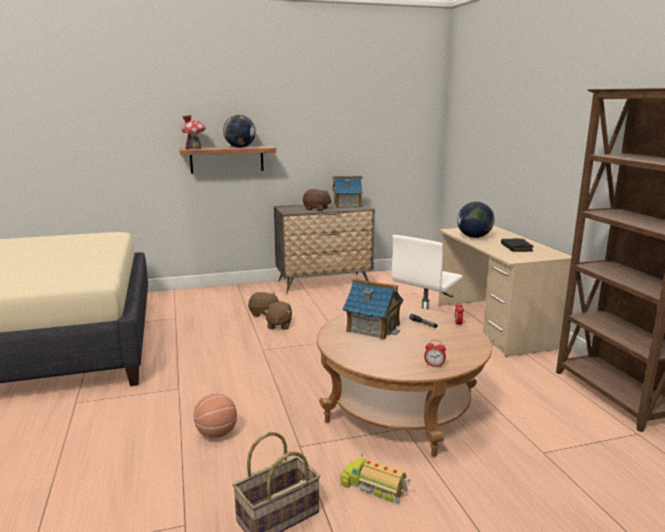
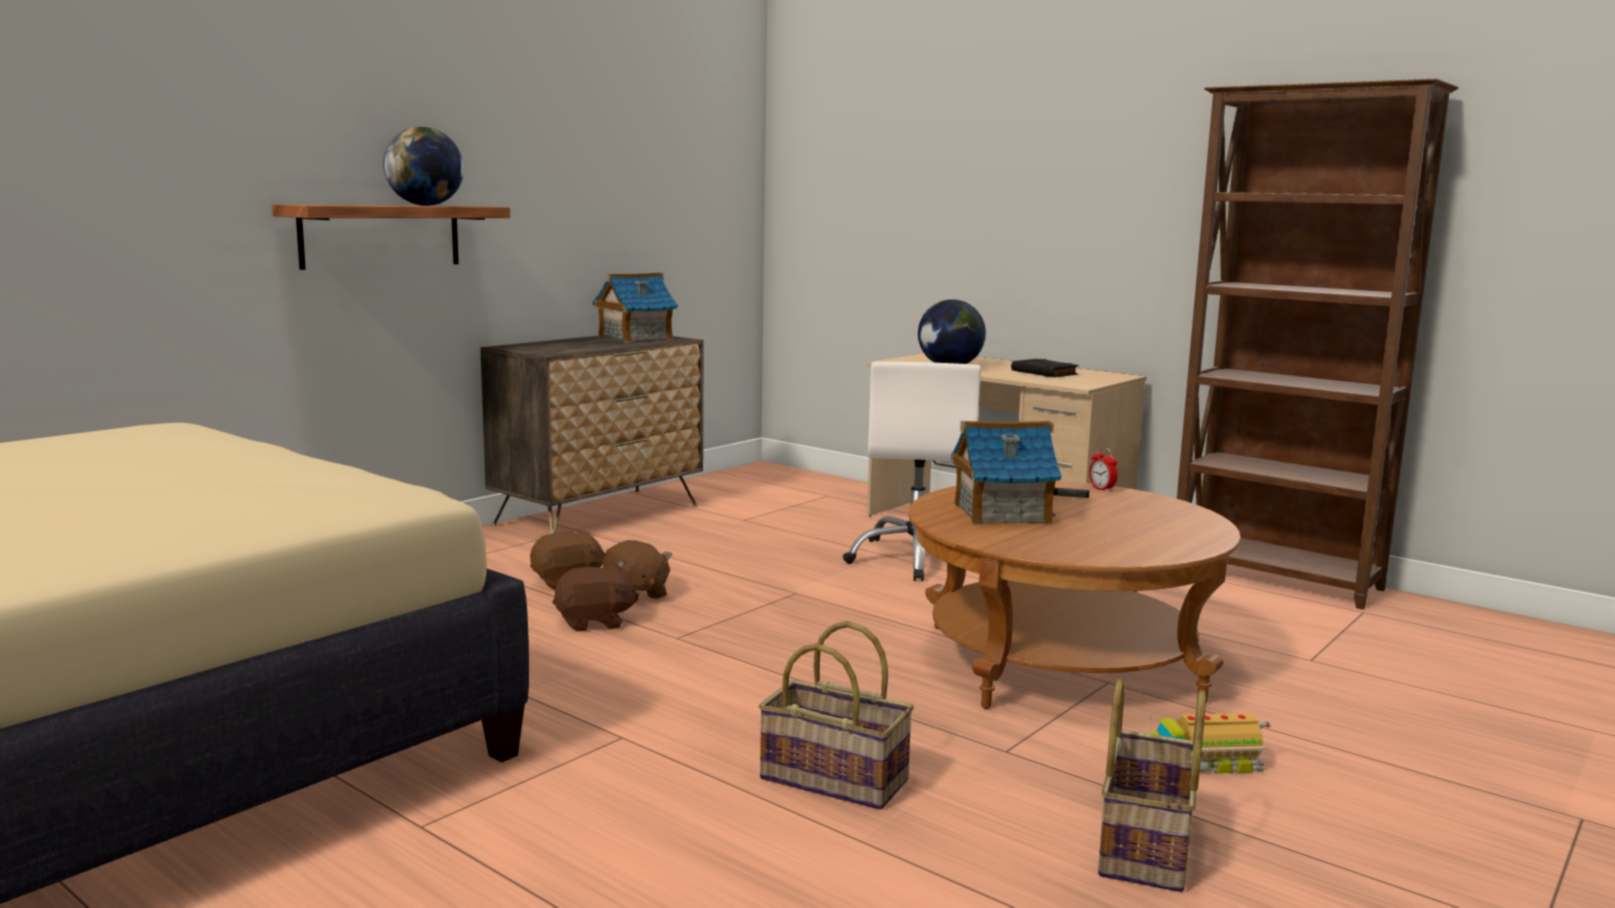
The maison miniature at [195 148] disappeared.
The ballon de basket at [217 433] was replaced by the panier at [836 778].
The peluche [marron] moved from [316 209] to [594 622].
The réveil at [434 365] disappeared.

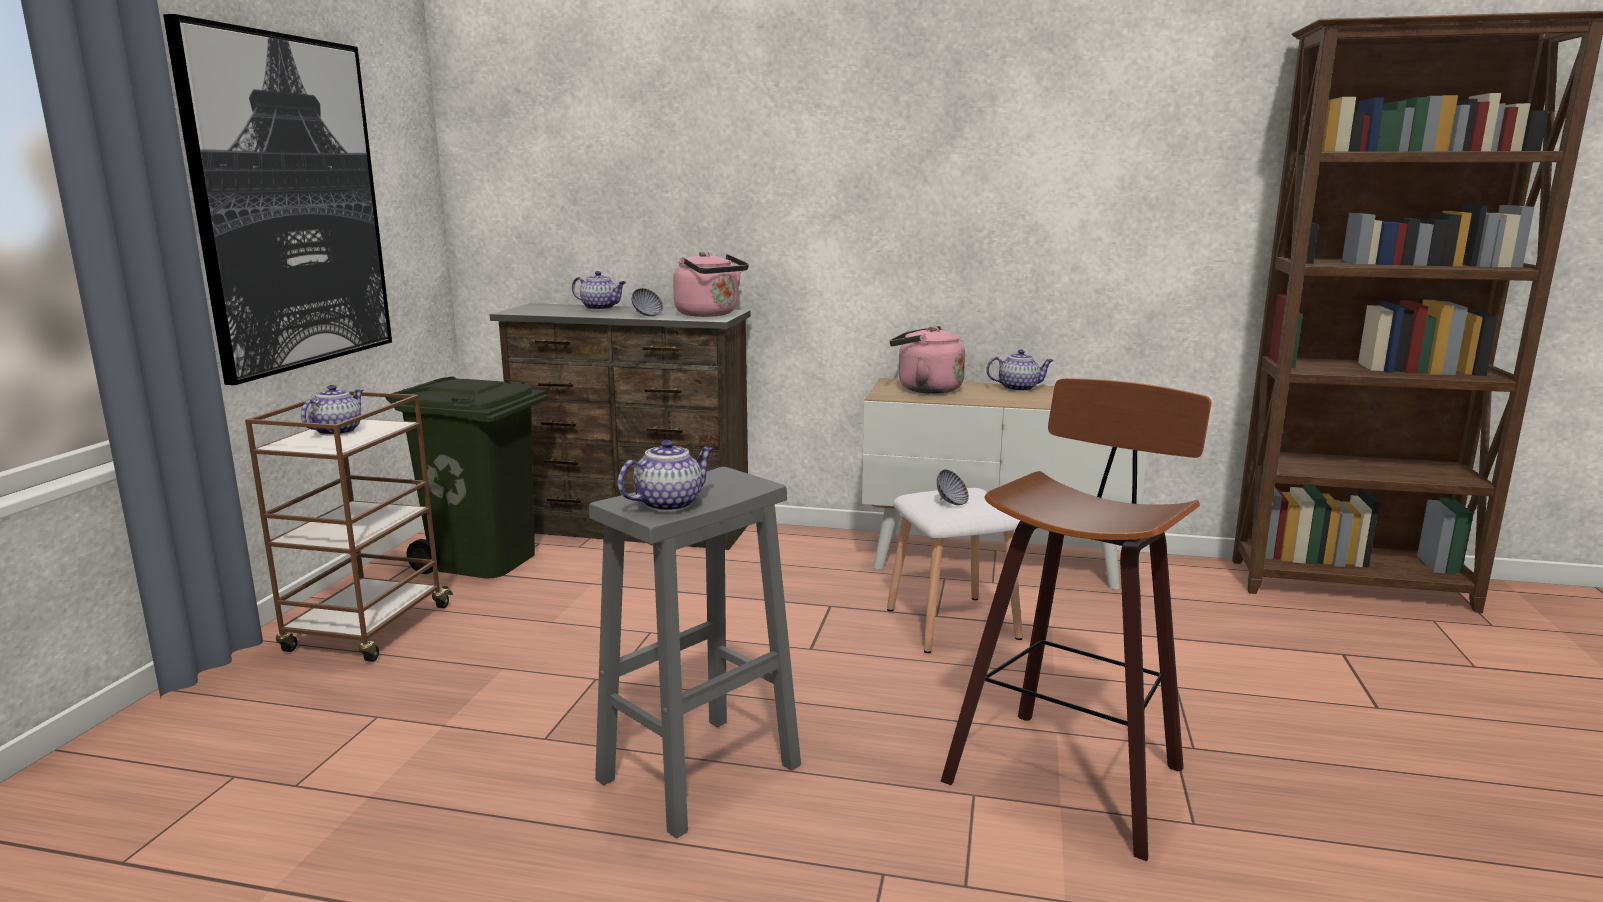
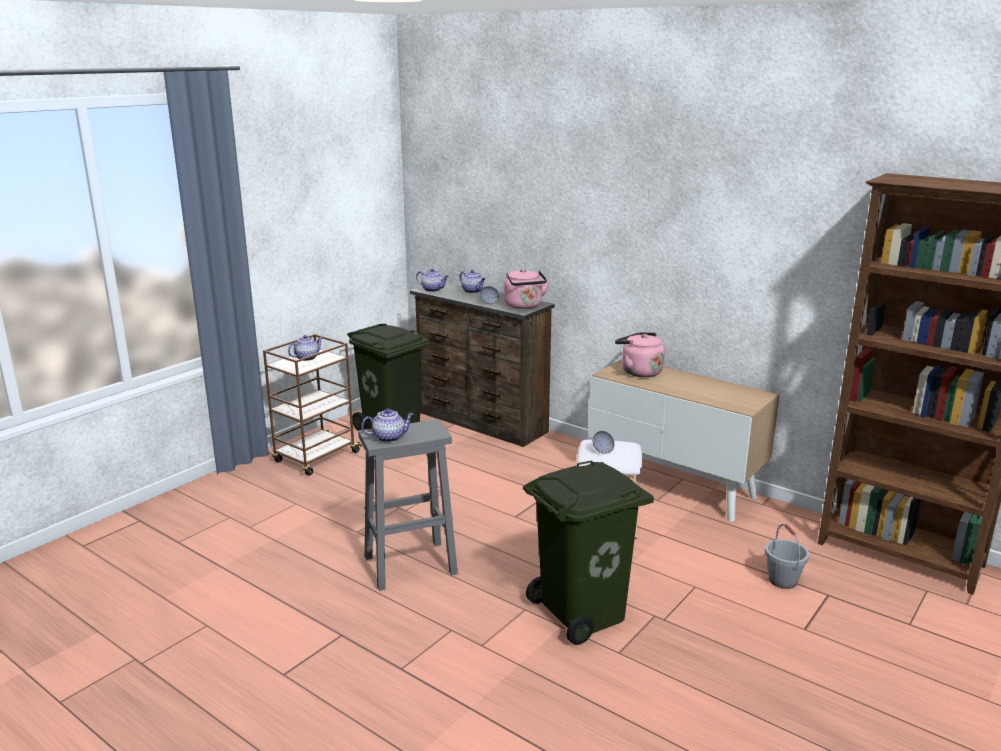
The tableau at [290 204] disappeared.
The tabouret at [1070 773] was replaced by the poubelle [vert] at [583 613].
The théière moved from [1019 388] to [433 290].
The seau [gris] at [783 581] appeared.

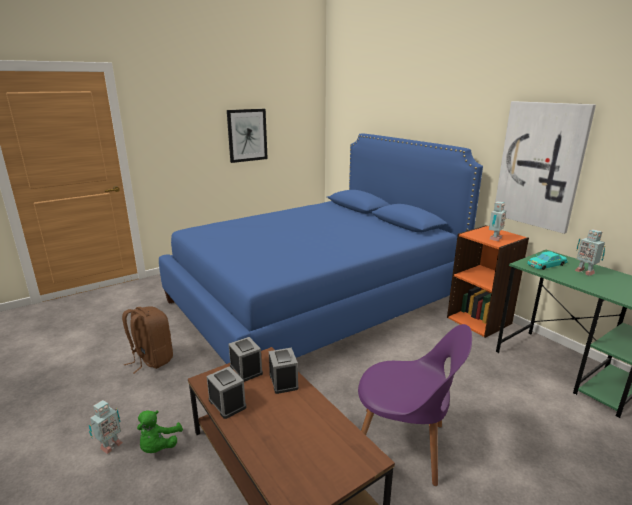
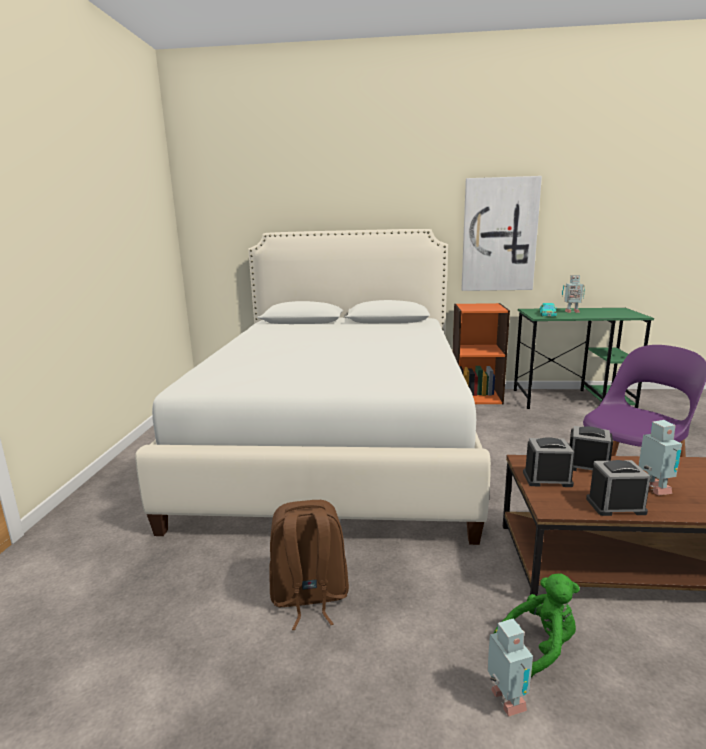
The peluche [vert] at [159 446] turned 60 degrees counterclockwise.
The lit [bleu] at [314 301] became the lit [blanc] at [338 442].
The tableau at [247 135] disappeared.
The robot jouet moved from [494 239] to [654 490].

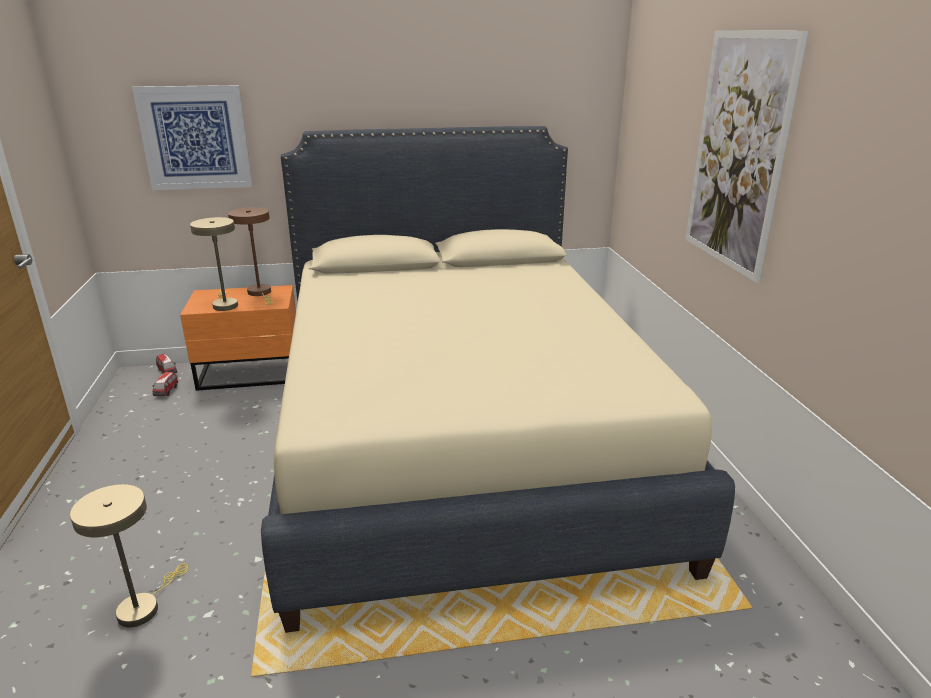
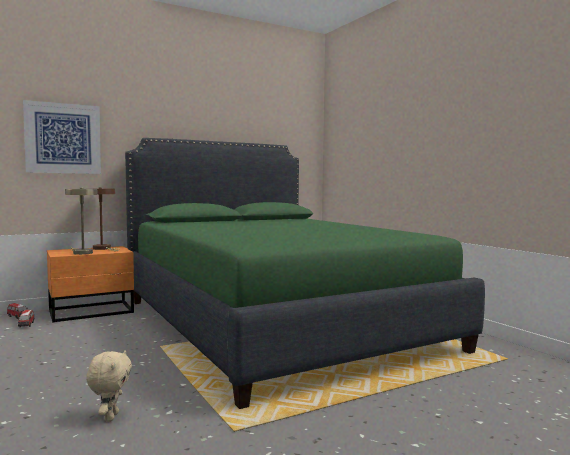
The lampe de table [beige] at [143 606] was replaced by the peluche [beige] at [110 417].
The lit [beige] at [459 440] became the lit [vert] at [275 323].
The tableau at [738 152] disappeared.

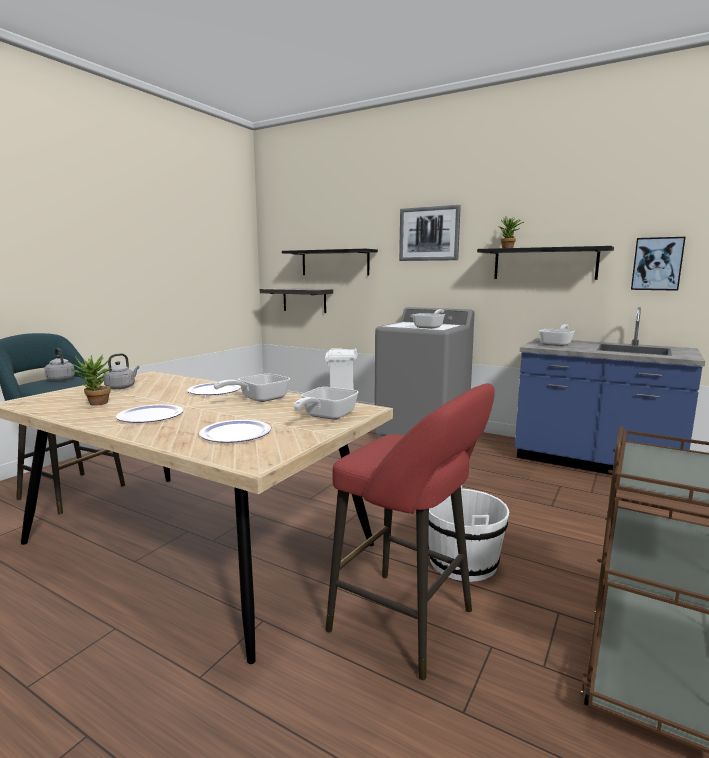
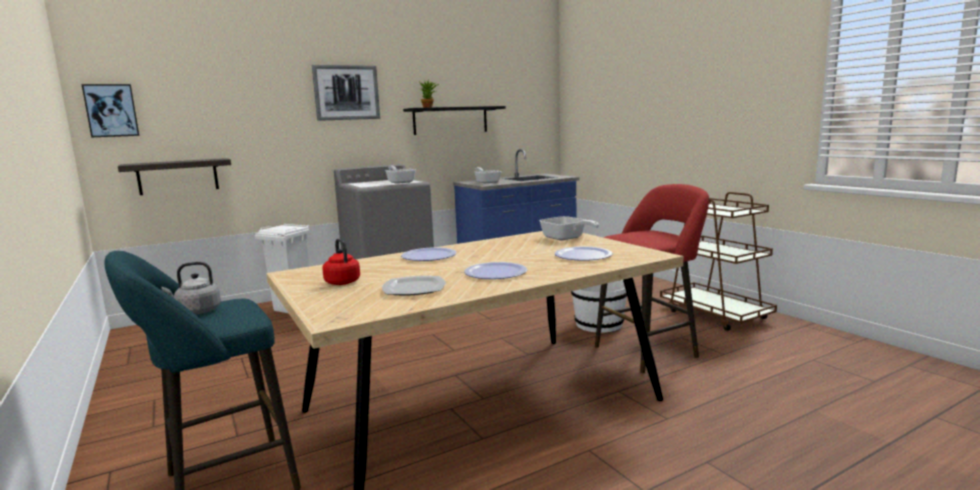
The plante en pot at [96 404] was replaced by the assiette at [413 288].
The bouilloire [gris] at [121 387] became the bouilloire [rouge] at [342 282].
The poêle at [258 399] disappeared.
The étagère [noir] at [335 262] disappeared.
The tableau moved from [657 264] to [111 110].

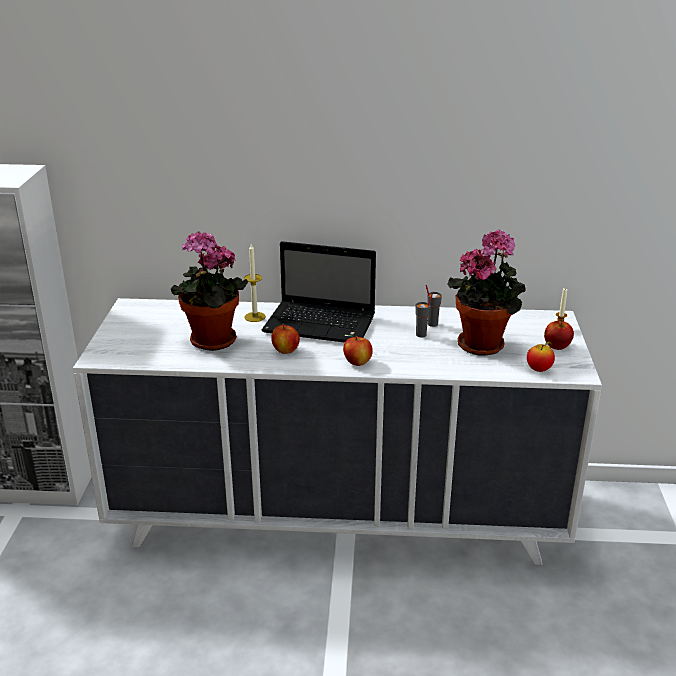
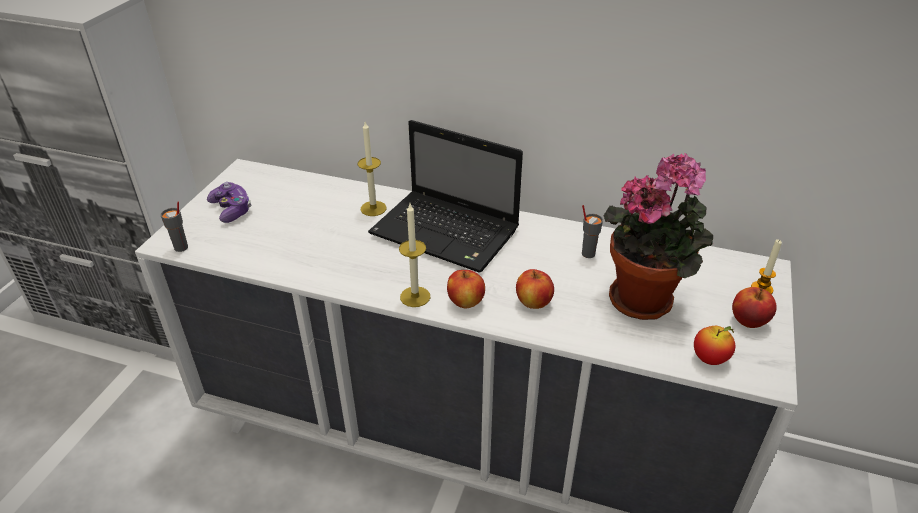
The plante en pot at [211 343] disappeared.
The pomme moved from [286 350] to [533 302].
The tasse [gris] moved from [421 335] to [181 248].
The manette at [231 209] appeared.
The bougie at [415 296] appeared.

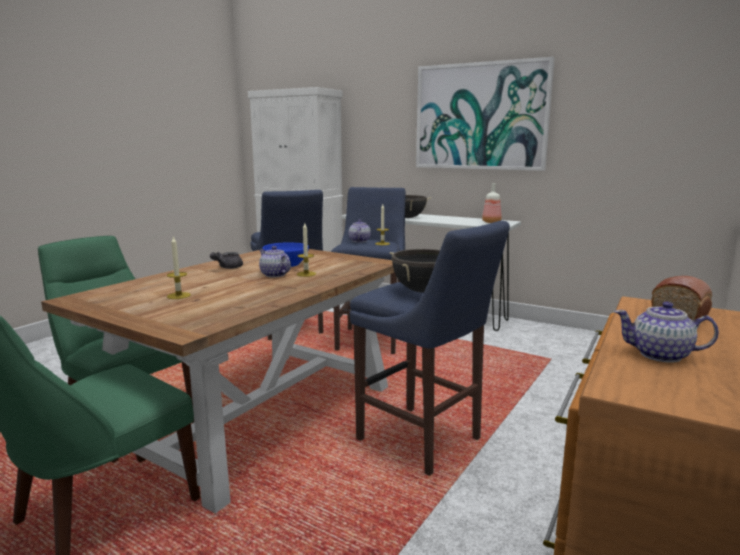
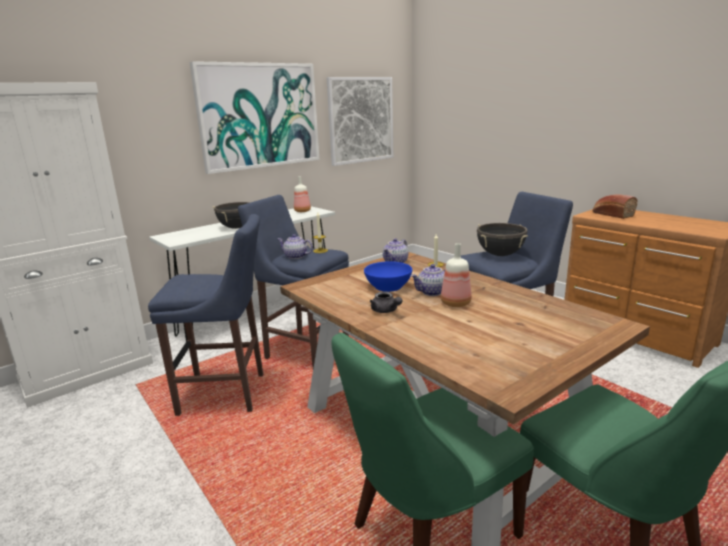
The bougie at [178 295] disappeared.
The théière moved from [661 355] to [396 262].
The tableau at [361 120] appeared.
The bouteille at [455 304] appeared.

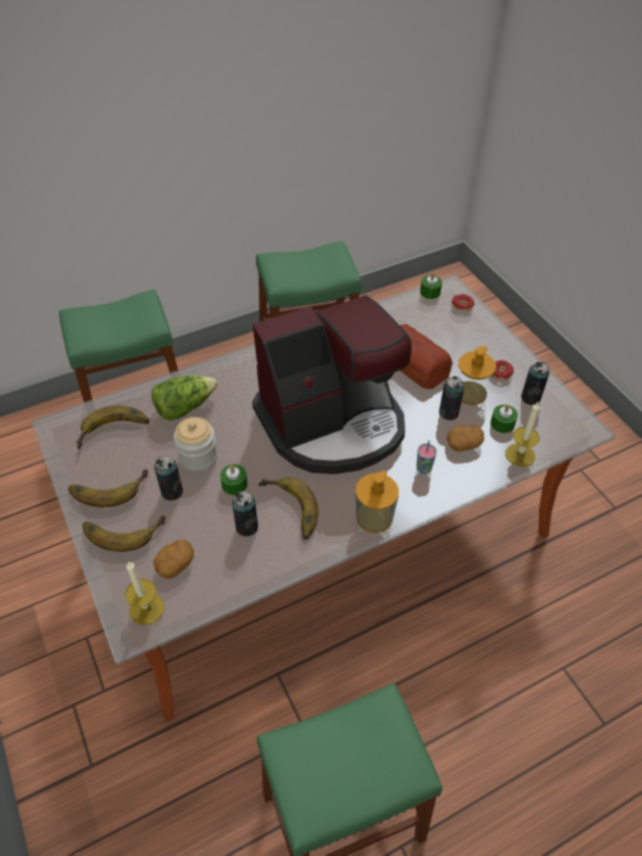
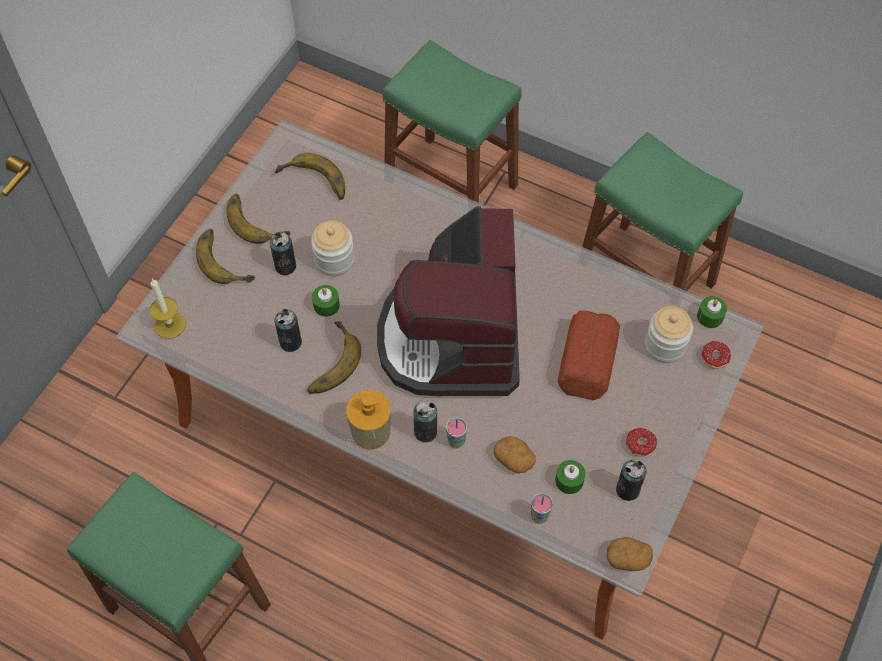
The laitue at [184 407] disappeared.
The pomme de terre moved from [175 564] to [628 558].
The machine à café at [333 424] turned 60 degrees clockwise.
The boîte métallique moved from [448 413] to [425 432].
The distributeur de savon at [470 393] disappeared.
The bougie at [520 455] was replaced by the tasse at [539 516].
The bocal at [665 345] appeared.

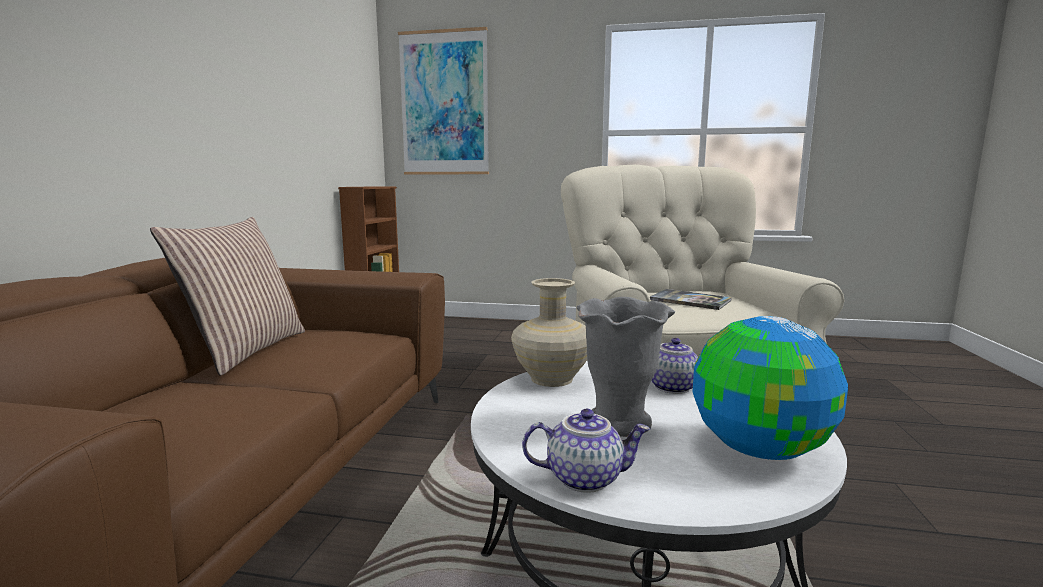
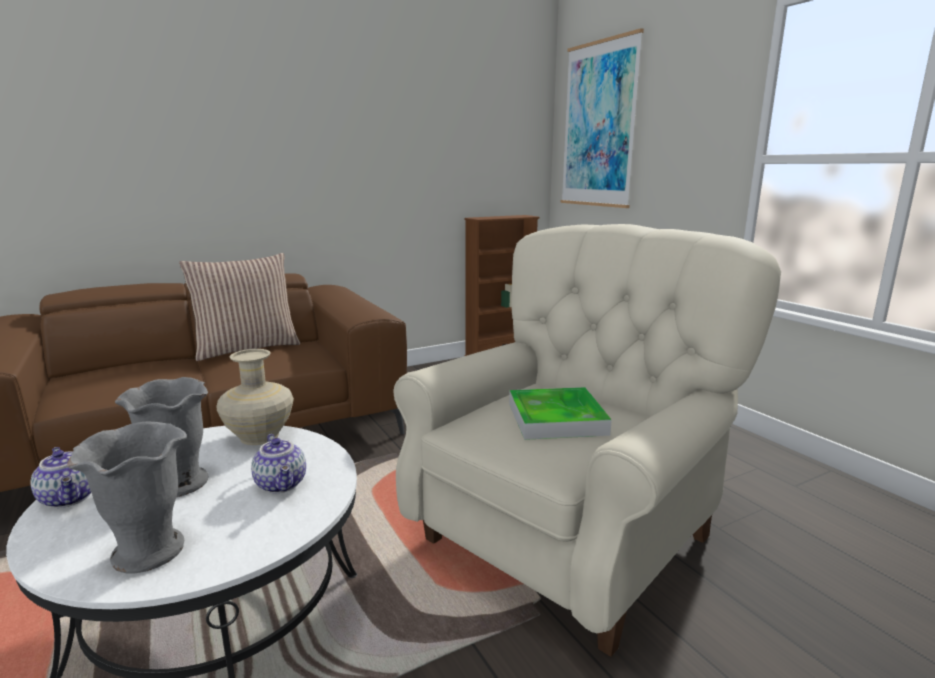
The livre at [690 300] was replaced by the plateau at [556 419].
The globe at [759 450] was replaced by the vase [gris] at [148 552].

